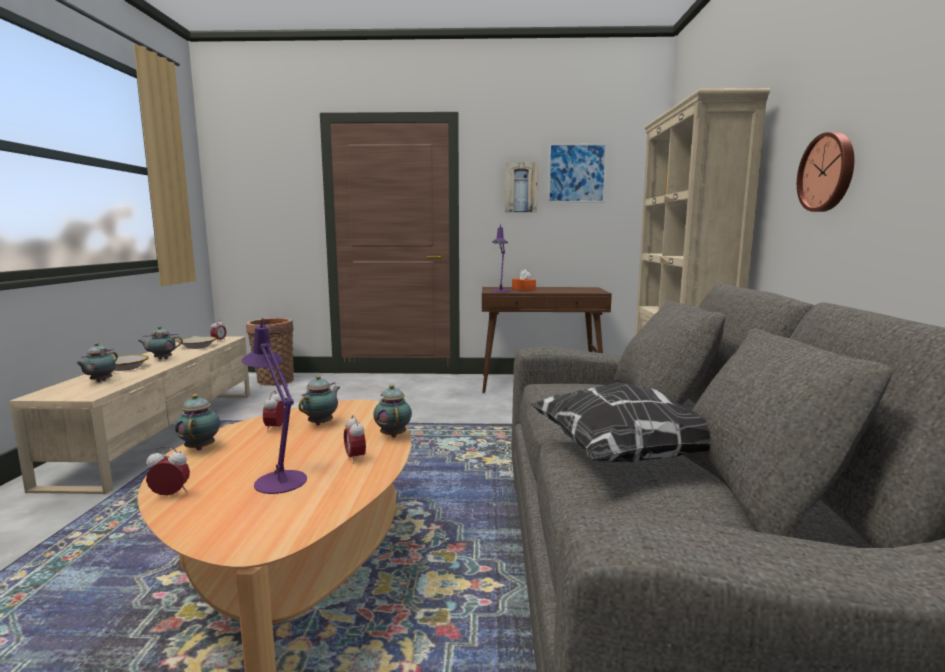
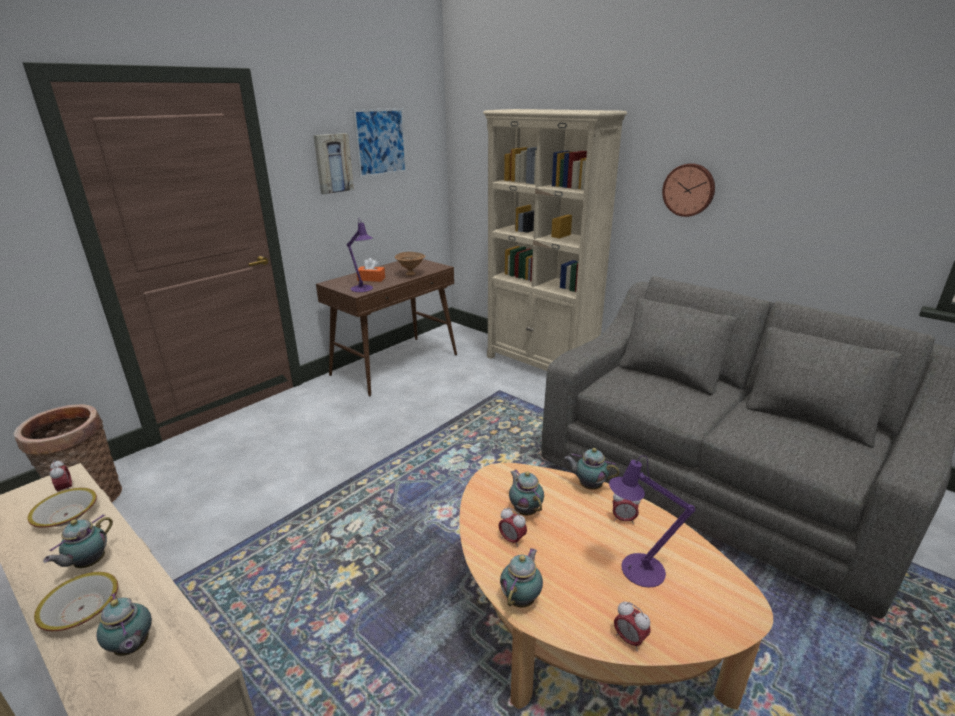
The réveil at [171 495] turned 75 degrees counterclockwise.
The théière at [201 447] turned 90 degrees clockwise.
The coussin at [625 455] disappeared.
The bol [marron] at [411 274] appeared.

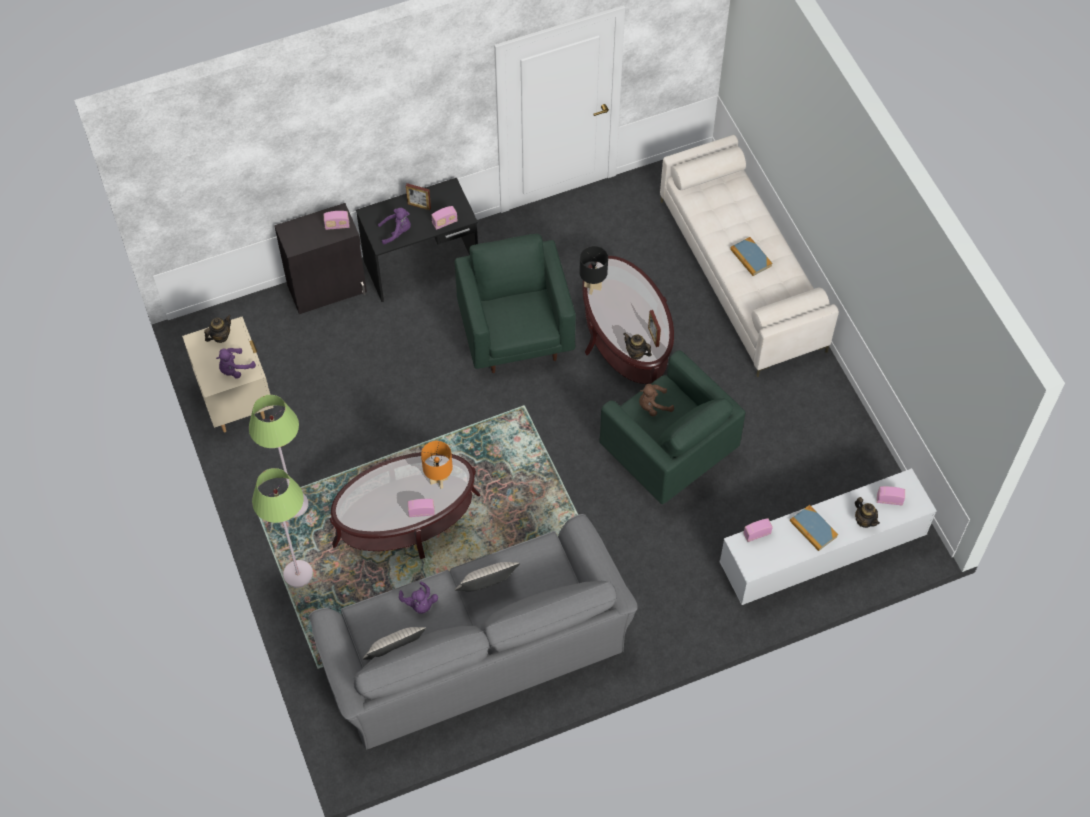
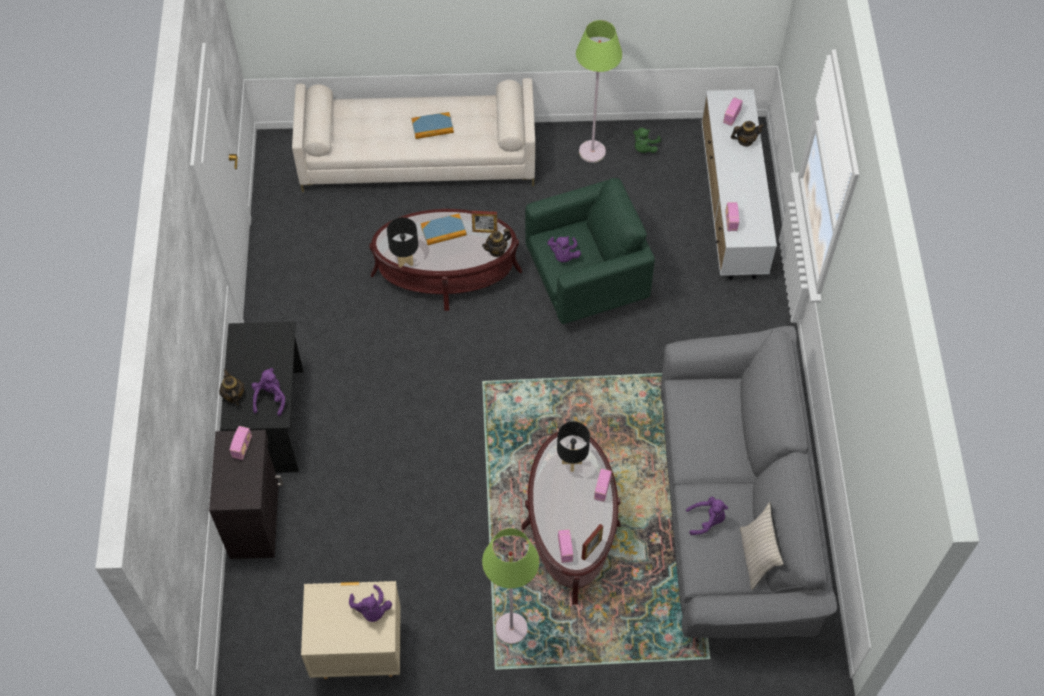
The théière moved from [220 336] to [233 395].
The lampadaire [vert] moved from [298 574] to [592 152].
The cadre photo moved from [419 206] to [591 549].
The lampe de table [orange] at [439 480] became the lampe de table [noir] at [571 462].
The radio moved from [444 222] to [565 549].
The fauteuil [vert] at [516 334] disappeared.
The coussin [beige] at [488 588] disappeared.
The peluche [marron] at [653 406] became the peluche [violet] at [563 255].
The livre moved from [813 529] to [443 231].
The peluche [vert] at [644 148] appeared.

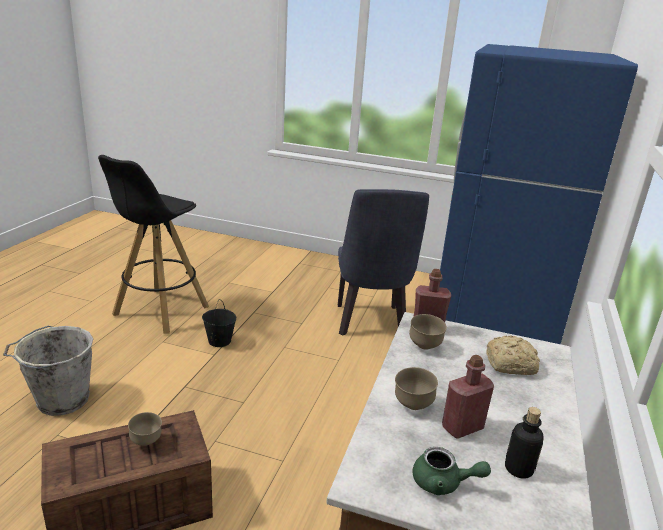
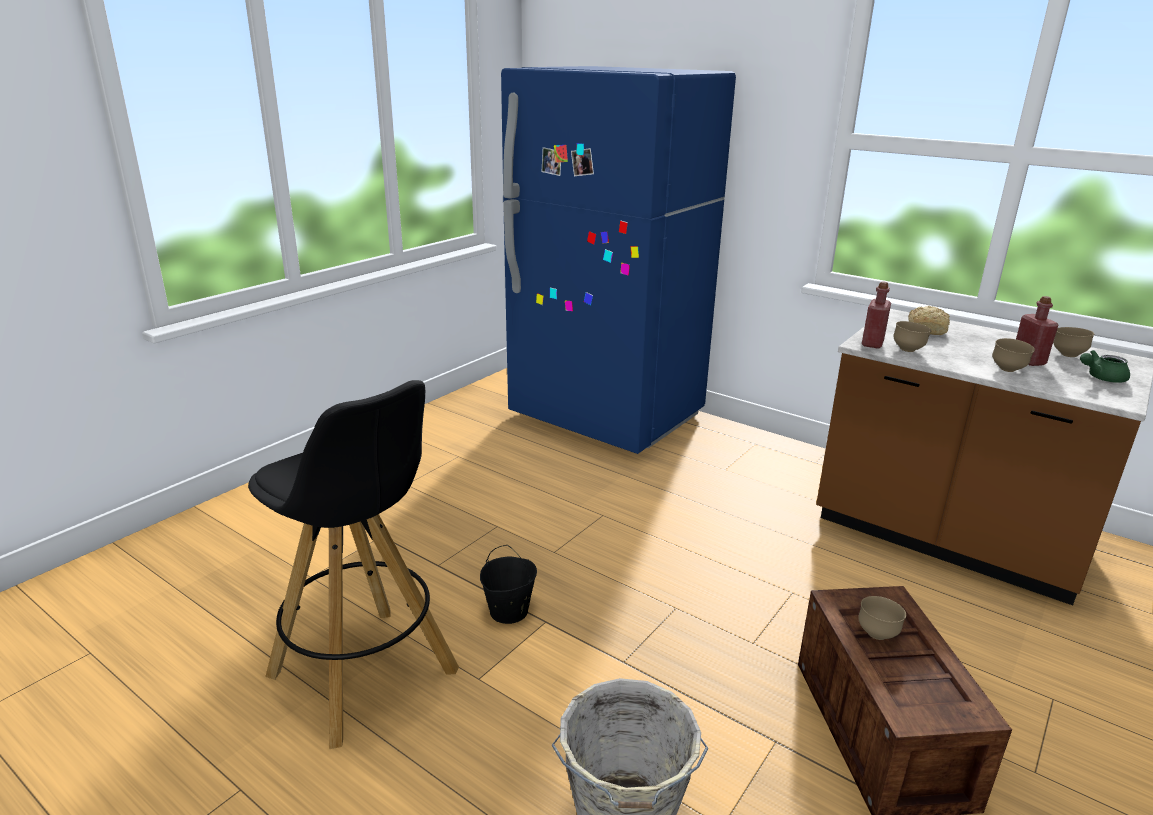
The chaise [bleu] at [370 324] disappeared.
The théière [vert] at [443 483] turned 135 degrees counterclockwise.
The bouteille at [518 469] was replaced by the bol [marron] at [1067 355].

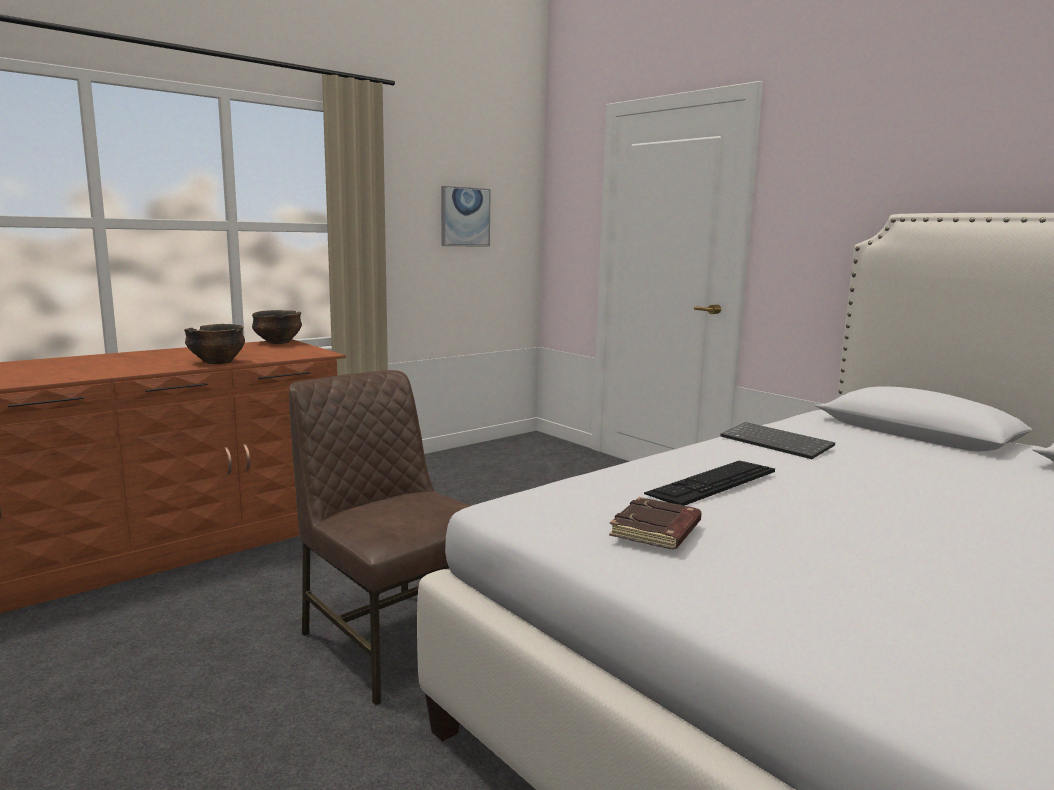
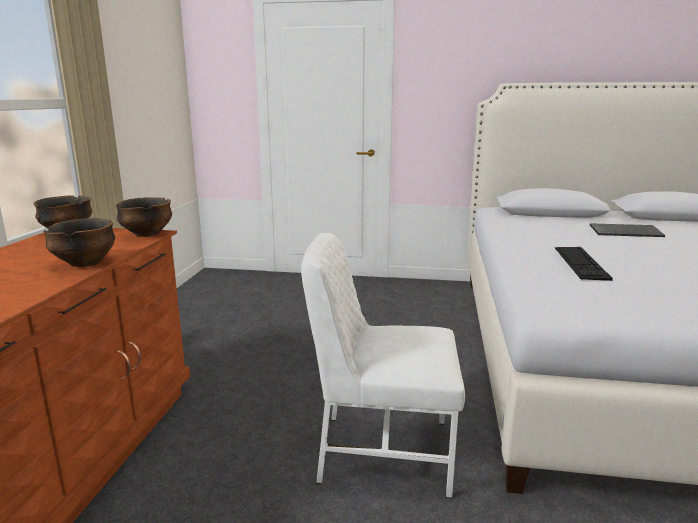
The chaise [marron] at [393 639] became the chaise [blanc] at [382 451].
The tableau at [465 217] disappeared.
The livre [marron] at [657 531] disappeared.
The clavier moved from [778 443] to [626 232].
The bol at [147 234] appeared.

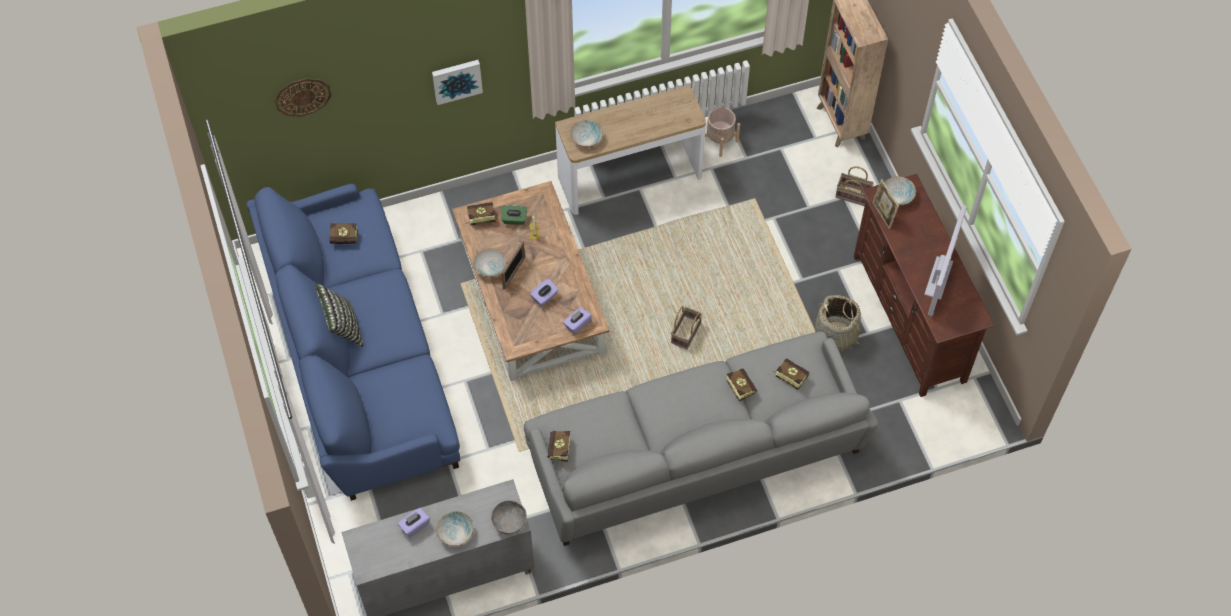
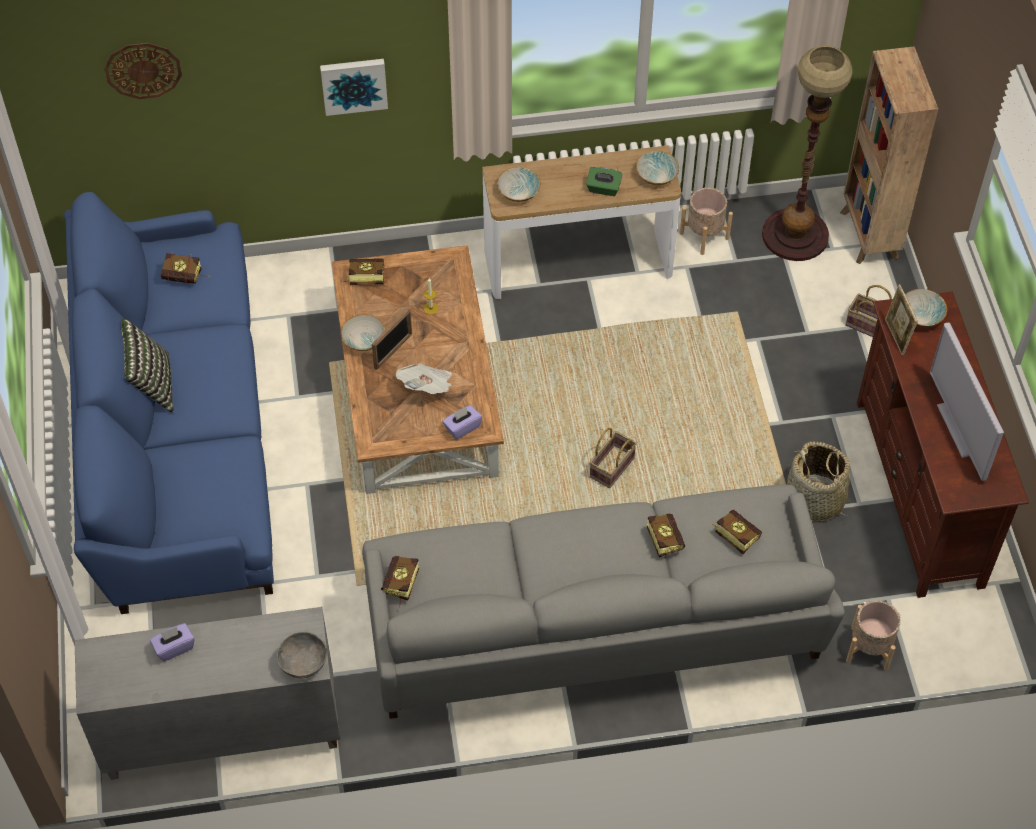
The bol moved from [456 533] to [657 176].
The boîte à mouchoirs [vert] moved from [514 219] to [603 189].
The boîte à mouchoirs [violet] at [544 297] was replaced by the journal at [427 387].
The téléviseur at [938 277] turned 135 degrees clockwise.
The lampadaire at [795 235] appeared.
The cache-pot [beige] at [870 648] appeared.

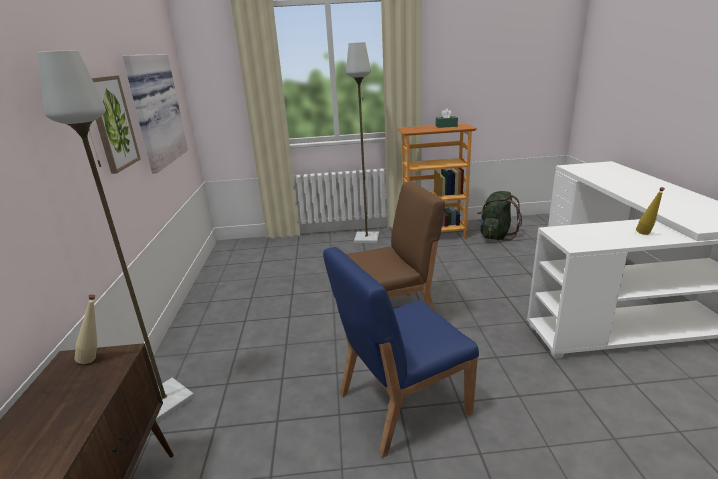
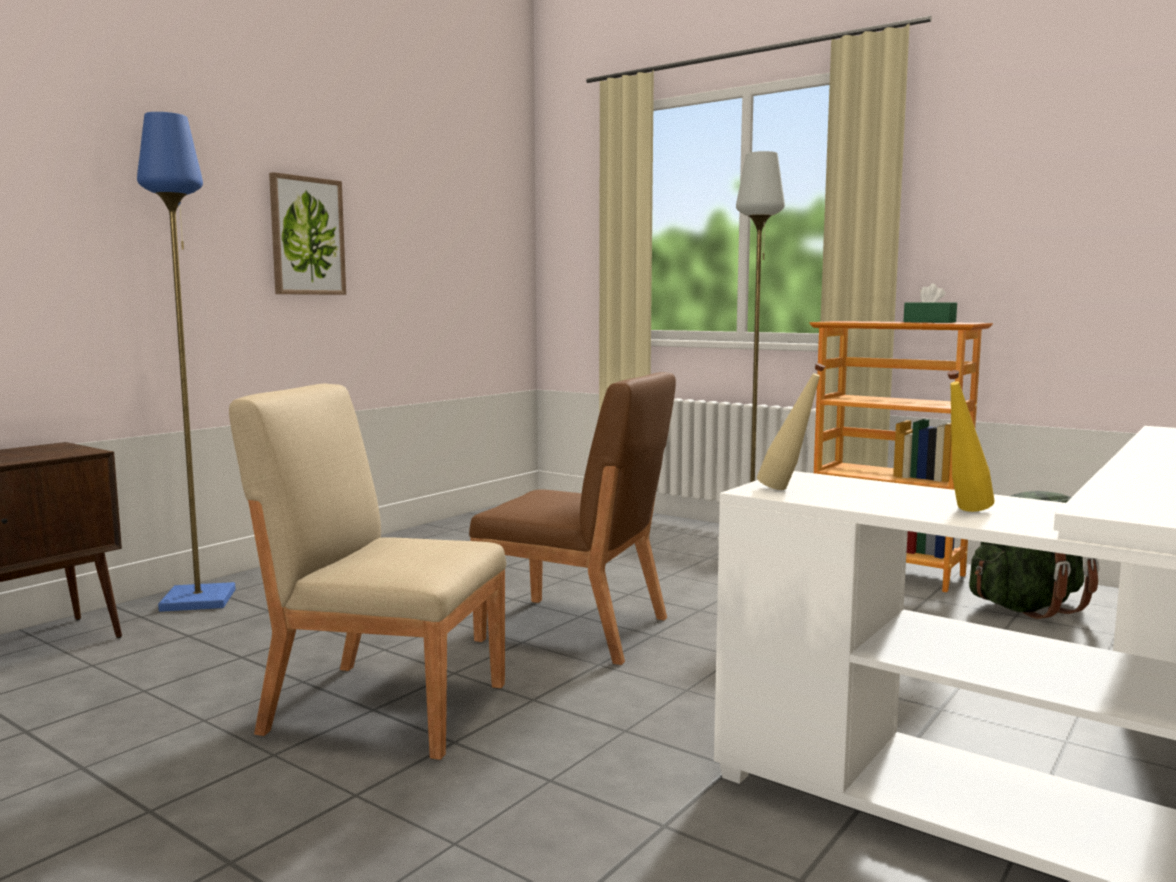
The lampadaire [gris] at [165 400] became the lampadaire [bleu] at [199 600].
The bouteille [beige] moved from [97 359] to [788 490].
The tableau at [153 110] disappeared.
The chaise [bleu] at [401 403] became the chaise [beige] at [384 707].

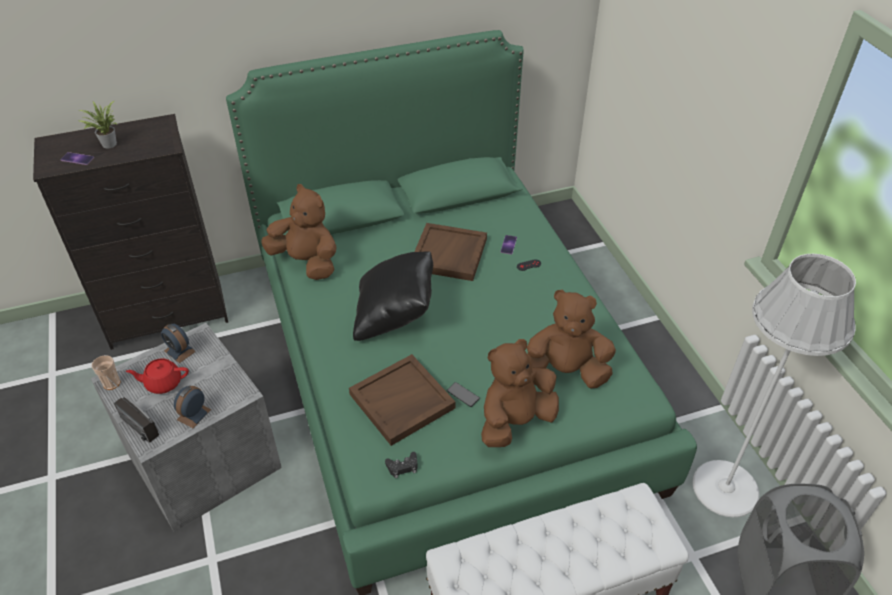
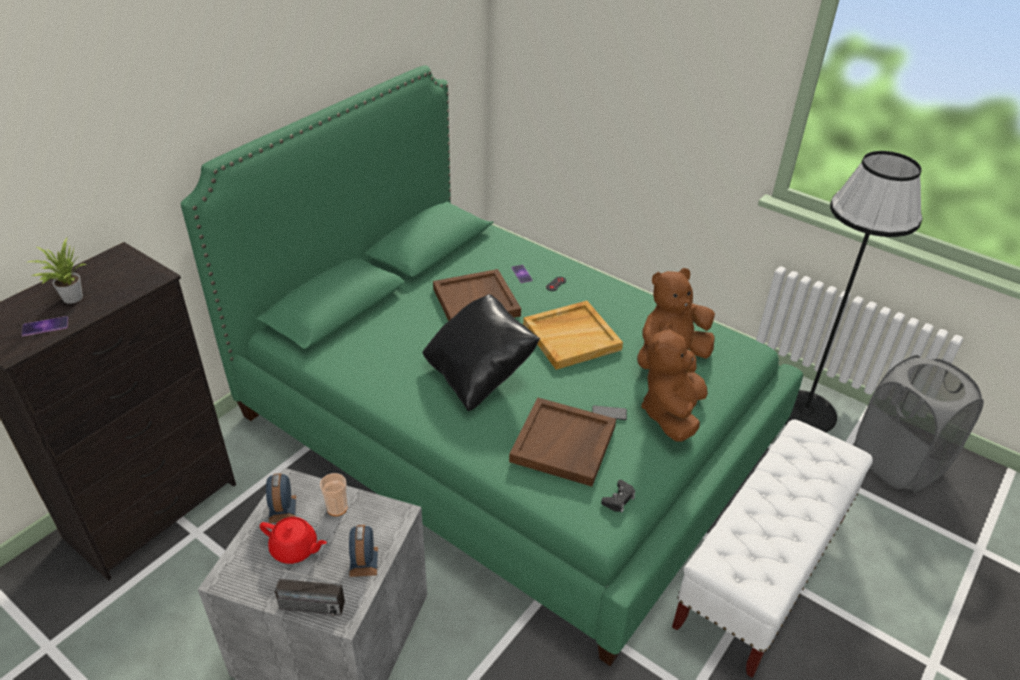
The tasse moved from [111 383] to [337 508].
The théière [rouge] at [163 383] turned 120 degrees counterclockwise.
The réveil at [179 351] turned 75 degrees clockwise.
The peluche [marron] at [306 262] disappeared.
The lampadaire [blanc] at [726 488] became the lampadaire [noir] at [805 412].
The plateau [beige] at [572 337] appeared.

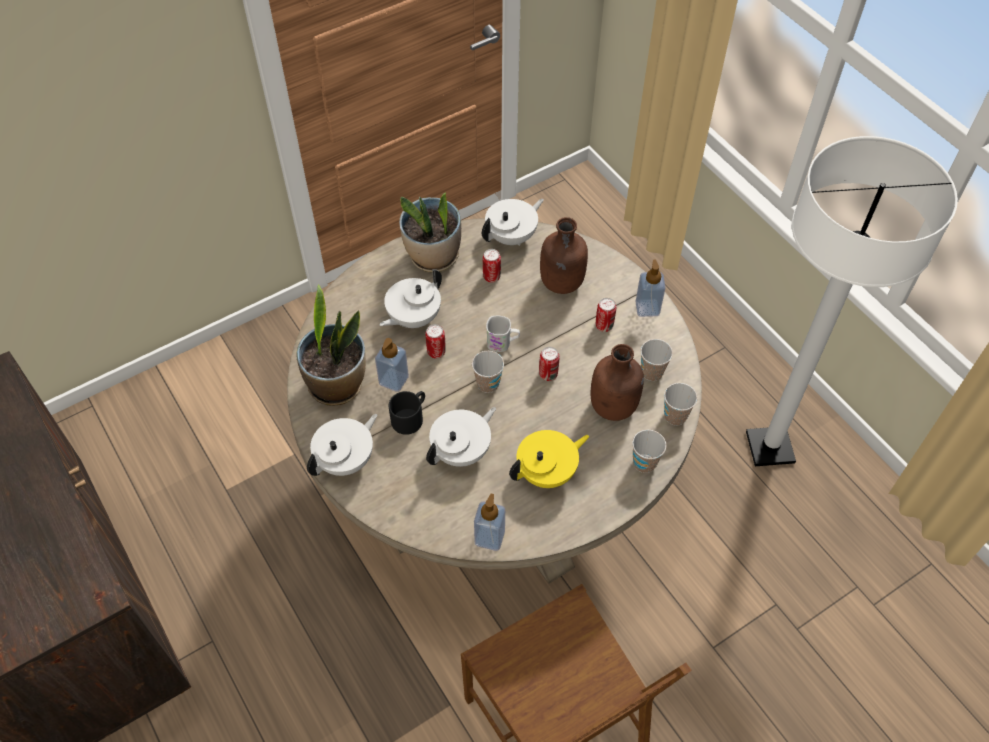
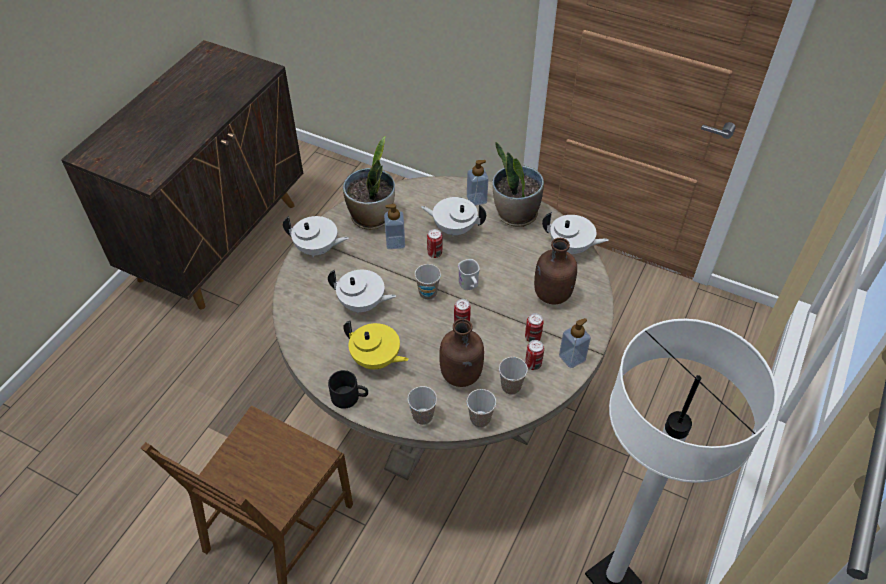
The mug [noir] moved from [410 416] to [350 396].
The distributeur de savon moved from [489 537] to [476 199].
The boîte métallique moved from [491 277] to [533 364].

